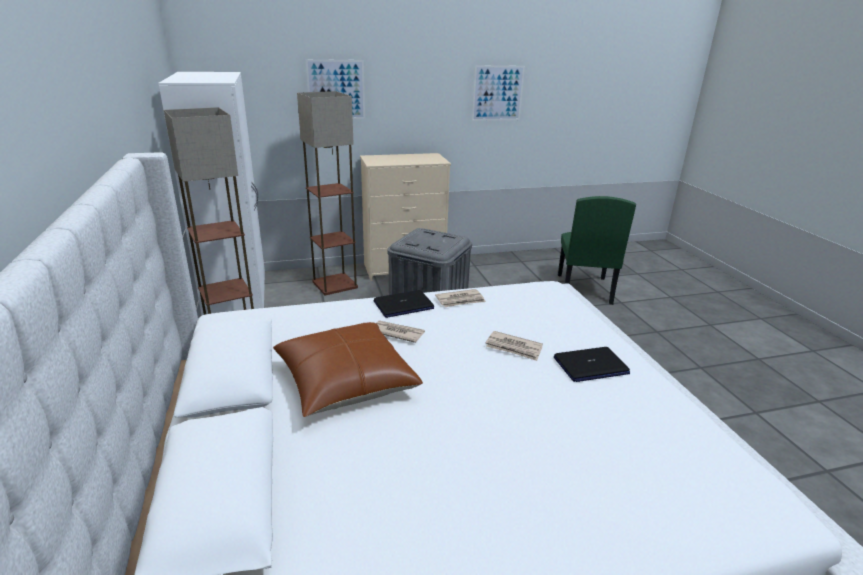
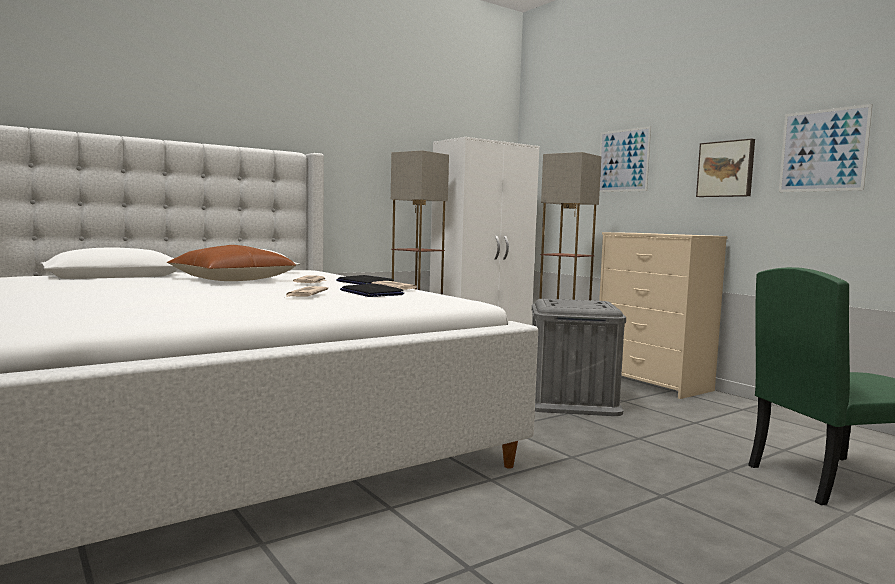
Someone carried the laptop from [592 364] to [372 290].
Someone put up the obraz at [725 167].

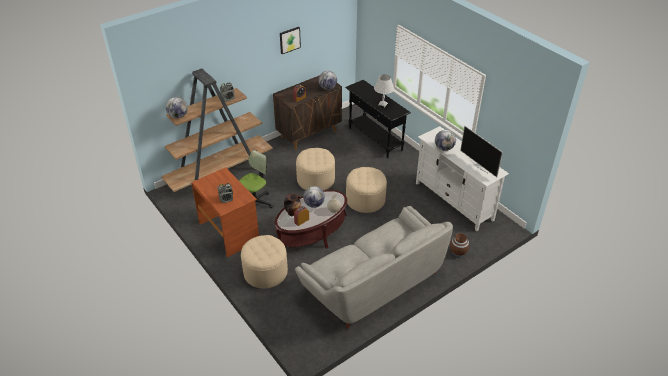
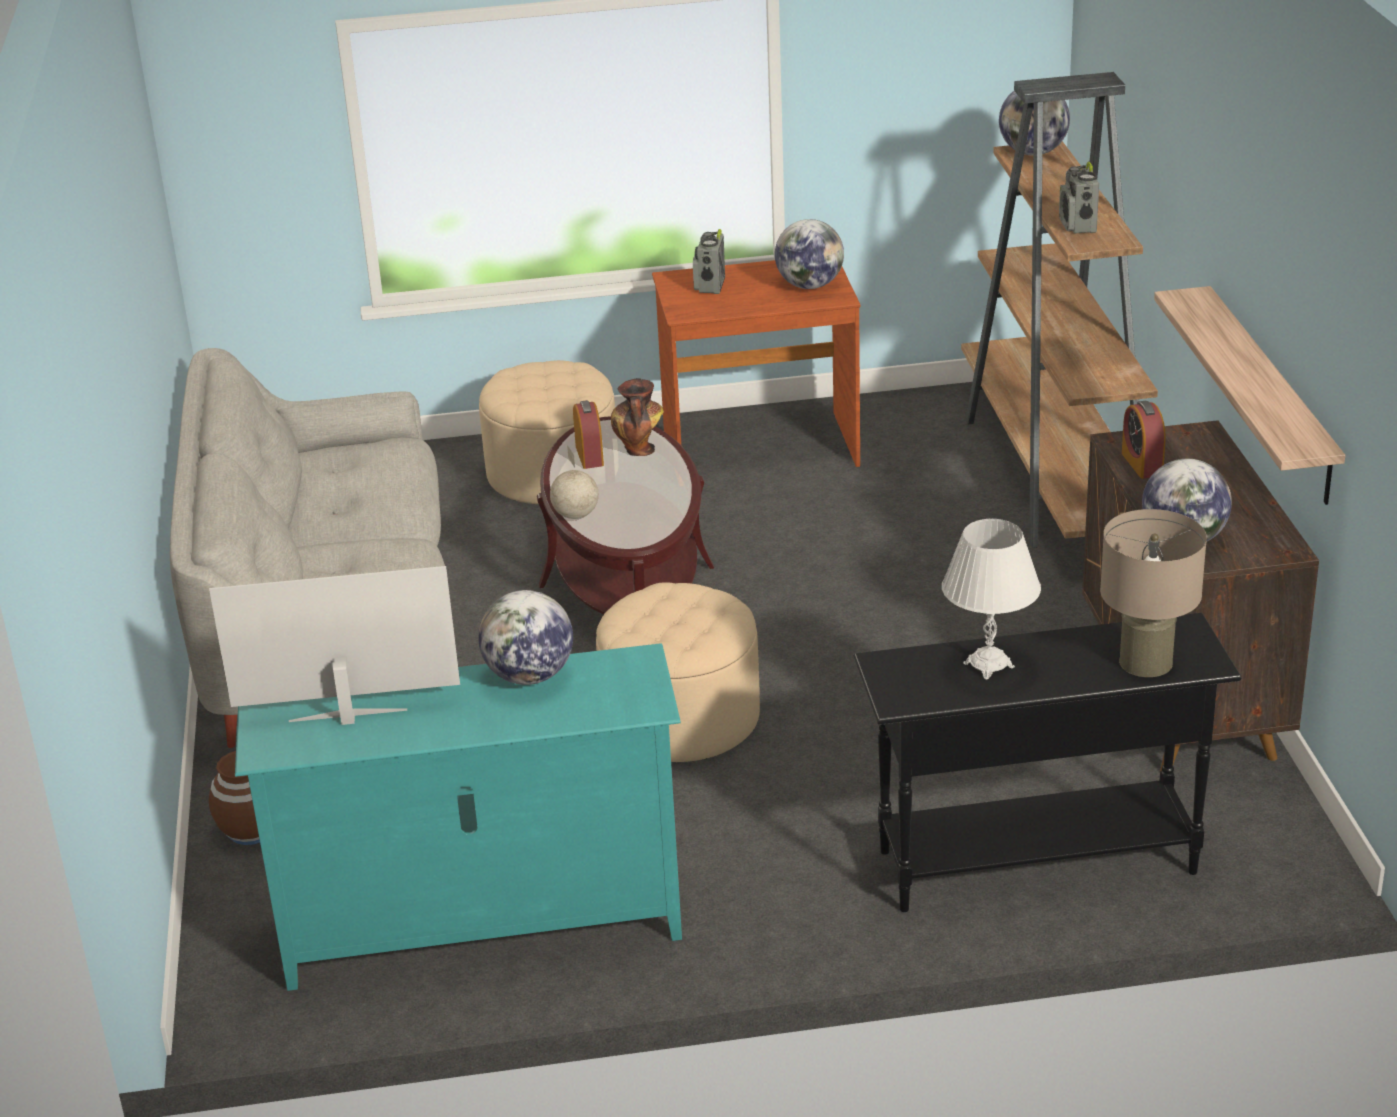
Someone repainted the szafka pod telewizor/biały at [462 178], which became the szafka pod telewizor/turkusowy at [458 817].
Someone carried the globus from [314 197] to [809 254].
Someone put down the lampa stołowa/beżowy at [1153 593].
Someone put up the półka at [1249 395].
Someone took away the krzesło biurowe at [256 179].
Someone took away the obraz at [290 40].
Someone took away the pufa/beżowy at [315 169].

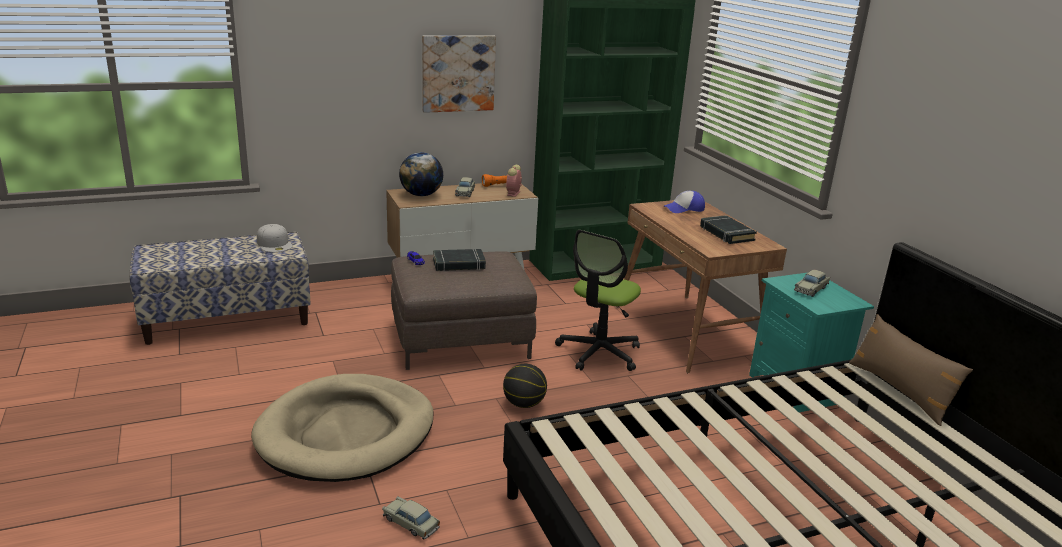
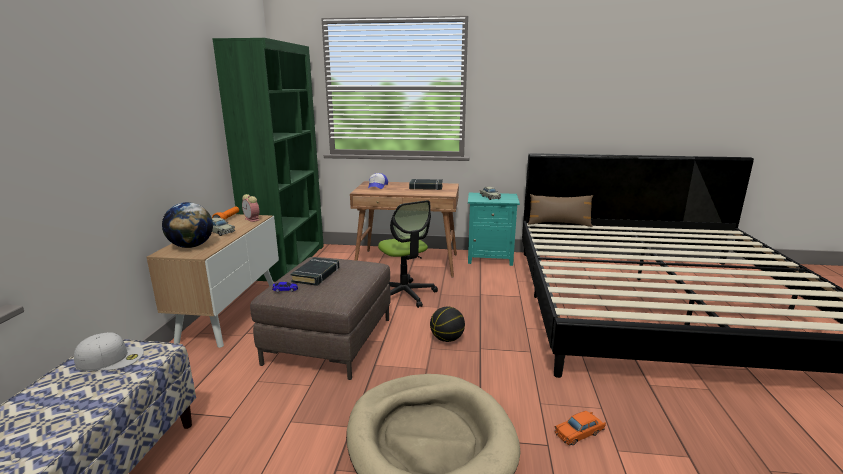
Someone repainted the samochodzik/beżowy at [411 517], which became the samochodzik/pomarańczowy at [580 428].
Someone took away the obraz at [459 74].

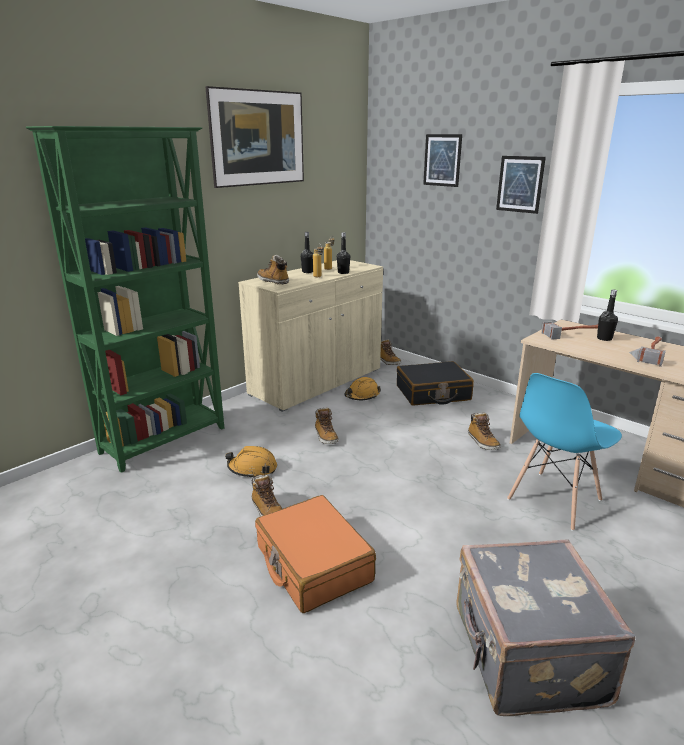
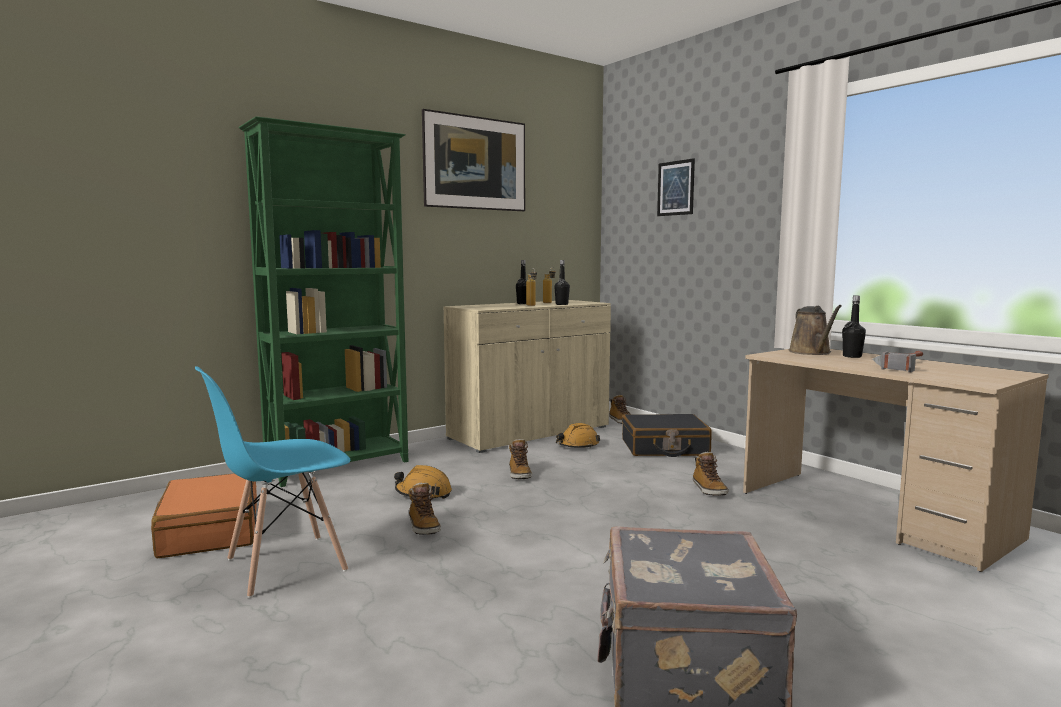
Someone carried the walizka/pomarańczowy from [315 554] to [204 515].
Someone carried the krzesło/niebieski from [564 452] to [273 482].
Someone swapped the młotek at [570 330] for the konewka/brązowy at [815 330].
Someone took away the but z cholewką at [273 269].
Someone took away the obraz at [521 185].

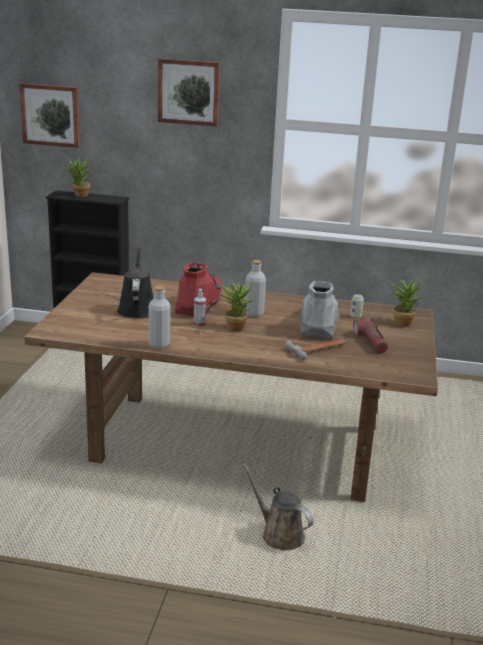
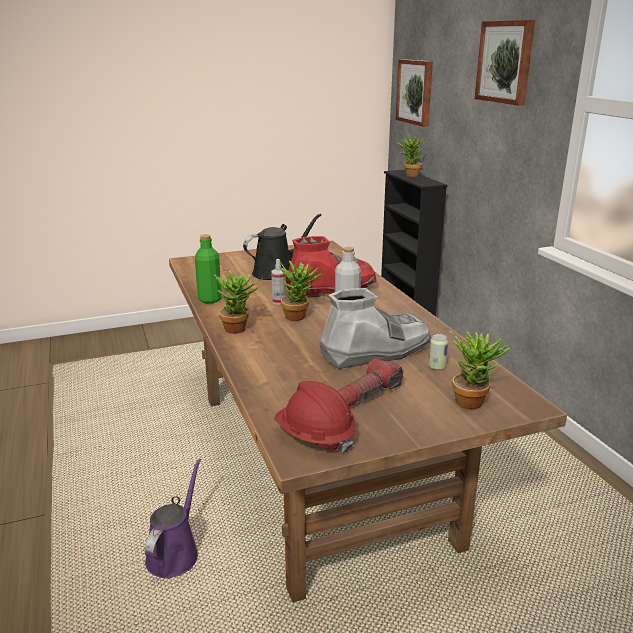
Someone repainted the konewka/brązowy at [278 507], which became the konewka/fioletowy at [173 518].
Someone repainted the butelka/szary at [159 317], which became the butelka/zielony at [208 268].
Someone put down the roślina doniczkowa at [238 301].
Someone put down the kask/czerwony at [315 416].
Someone took away the młotek at [315 349].

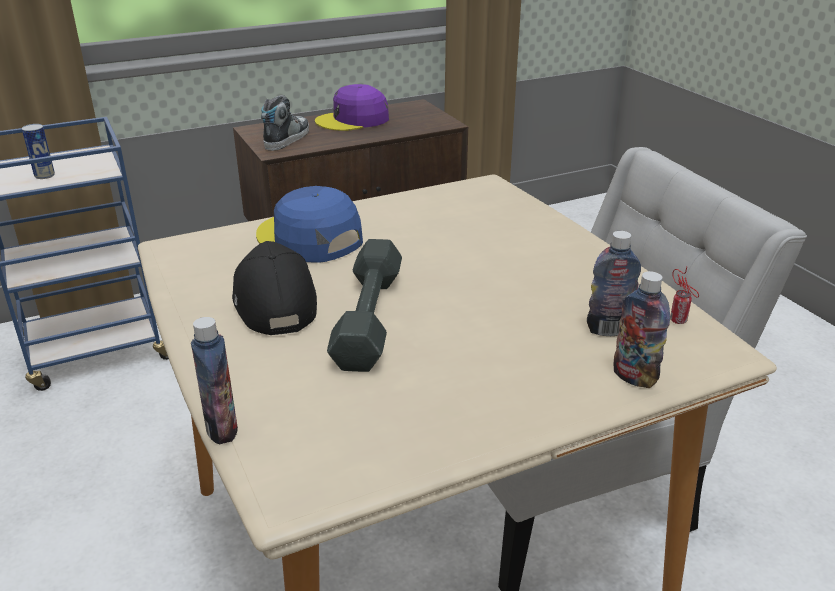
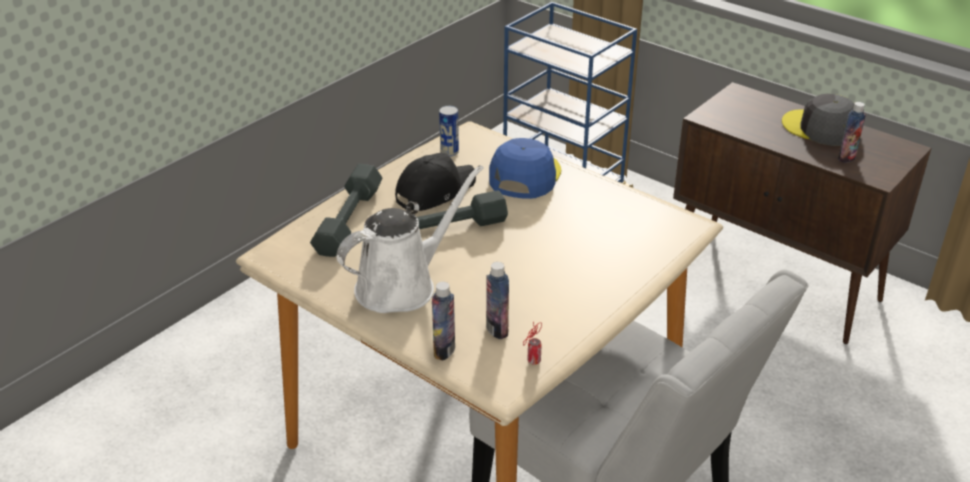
Someone put down the hantel/szary at [346 210].
Someone put down the konewka/biały at [410 239].
Someone carried the puszka from [38 151] to [449 131].
Someone repainted the czapka z daszkiem/fioletowy at [352 107], which became the czapka z daszkiem/szary at [818 120].
Someone carried the butelka from [214 380] to [852 132].
Someone took away the but at [285 123].

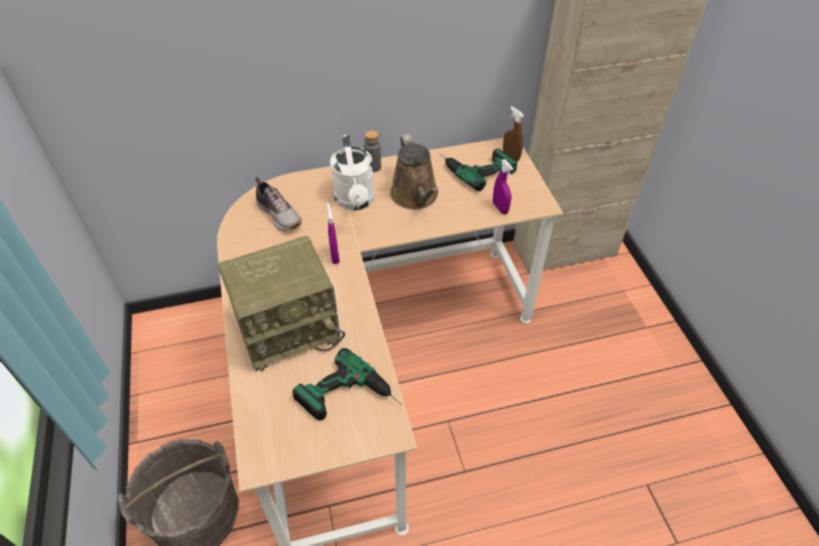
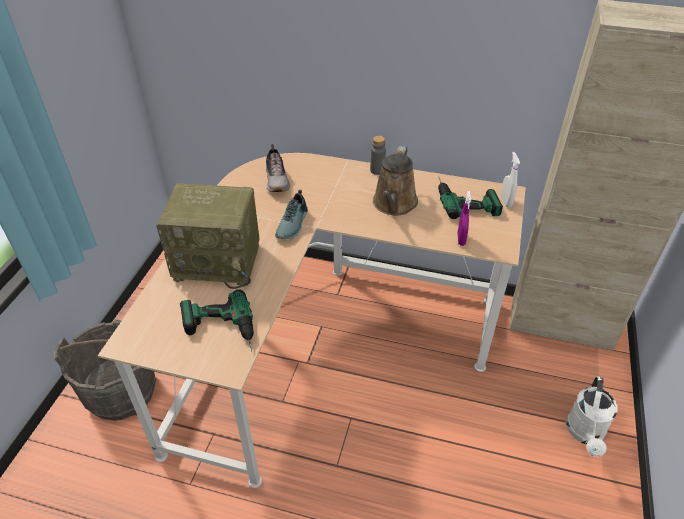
Someone swapped the spryskiwacz/fioletowy at [333 233] for the but at [291 214].
Someone repainted the spryskiwacz/brązowy at [513 133], which became the spryskiwacz/biały at [510 180].
Someone carried the konewka/biały from [352 172] to [592 416].

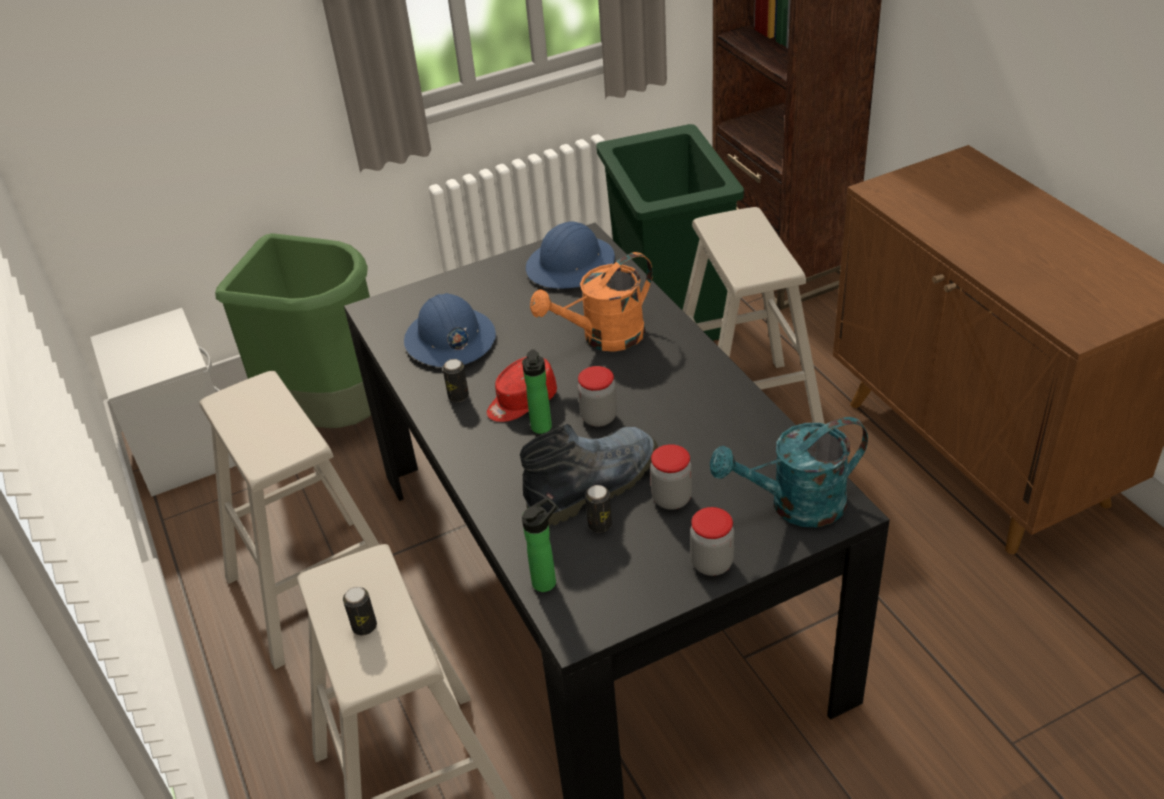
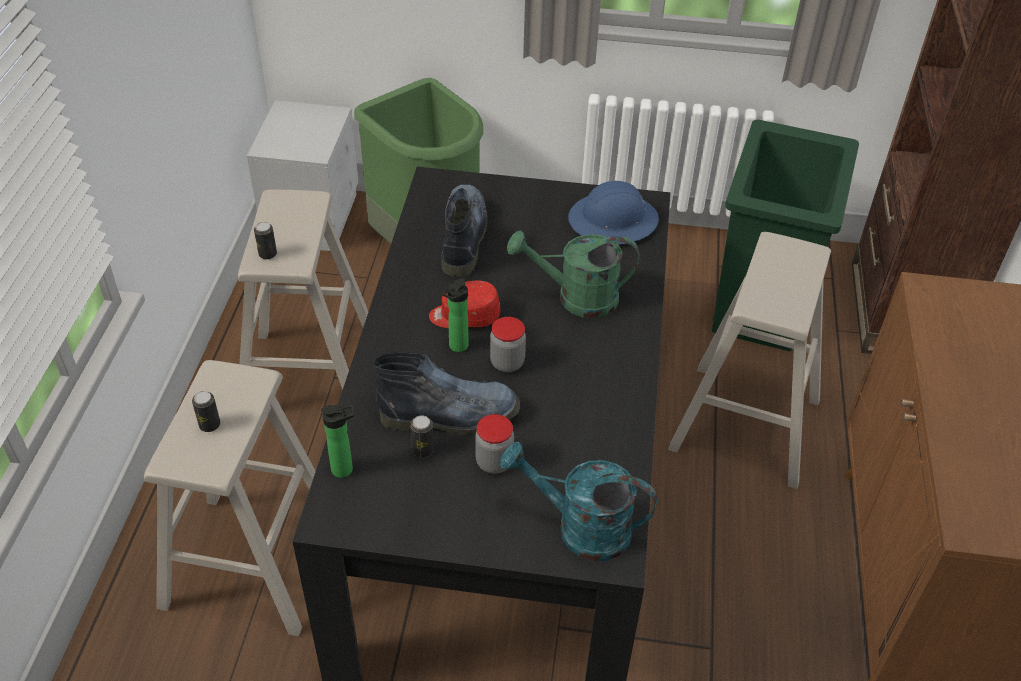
Someone carried the puszka from [456 380] to [265 240].
Someone swapped the kask/niebieski at [450 330] for the but z cholewką at [464 231].
Someone repainted the konewka/pomarańczowy at [591 302], which became the konewka/zielony at [573 274].
Someone took away the słoik at [712 541].

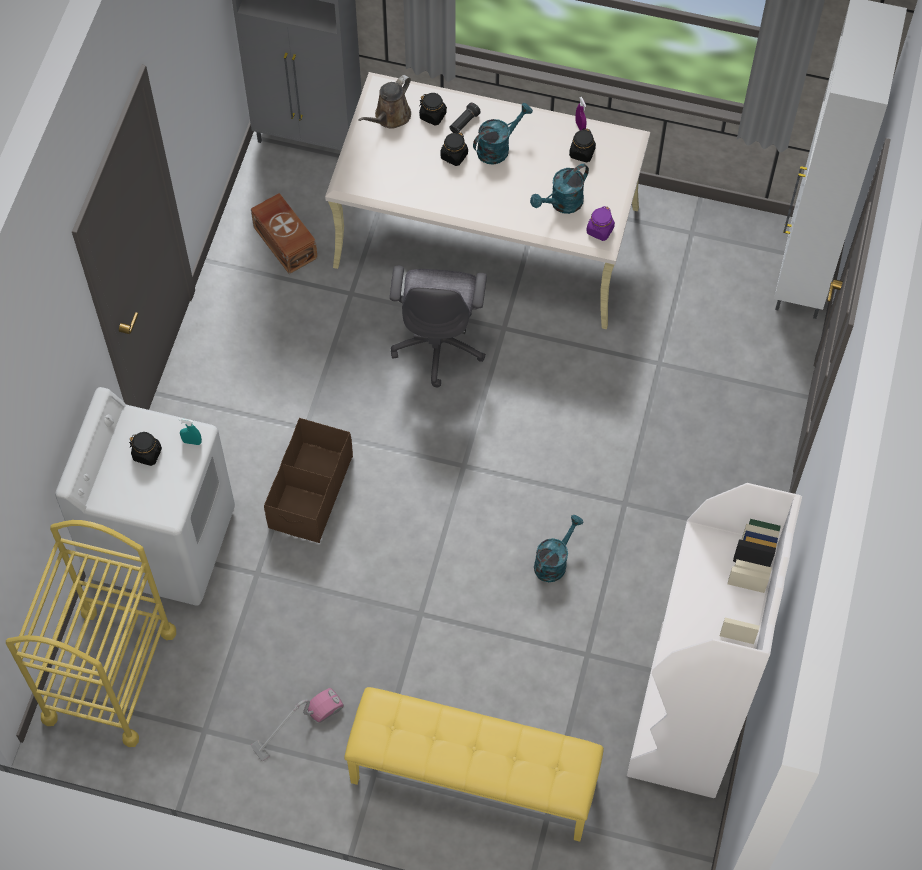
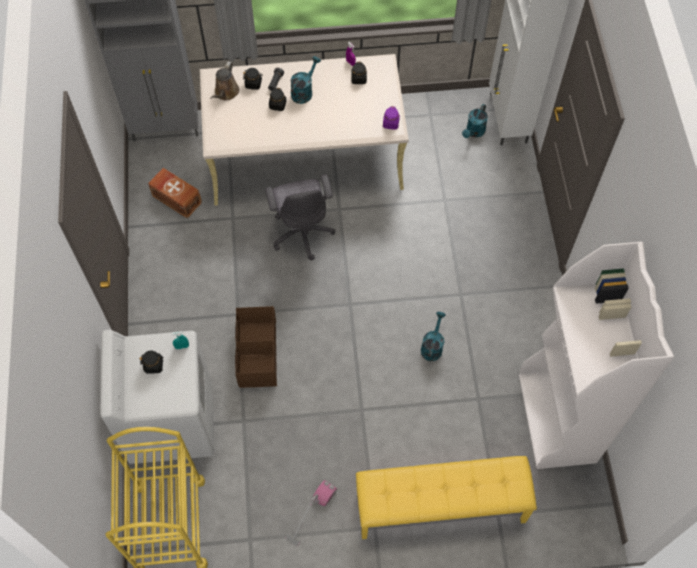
Someone carried the konewka/turkusowy from [559 188] to [475 121].

